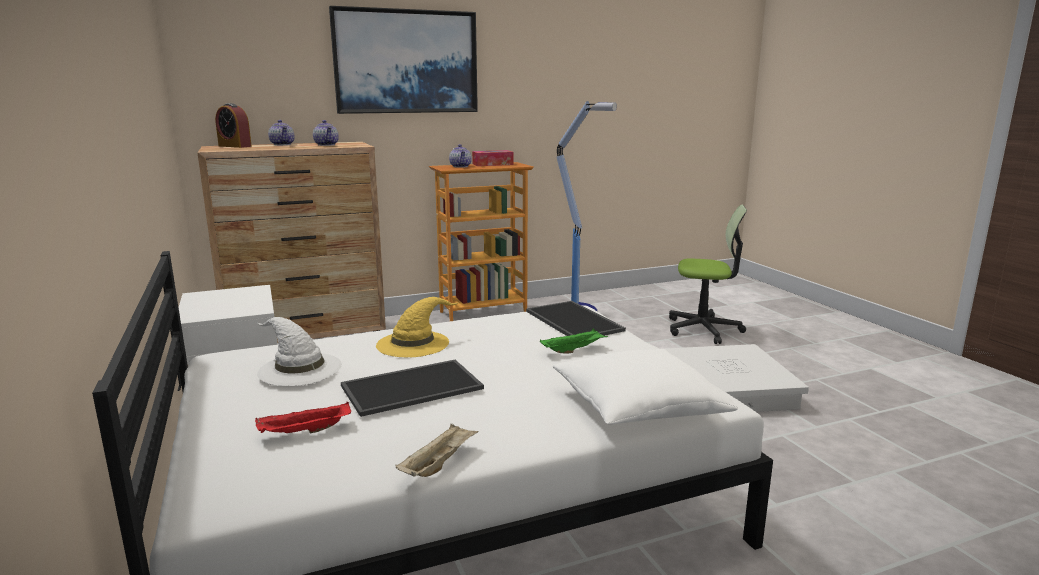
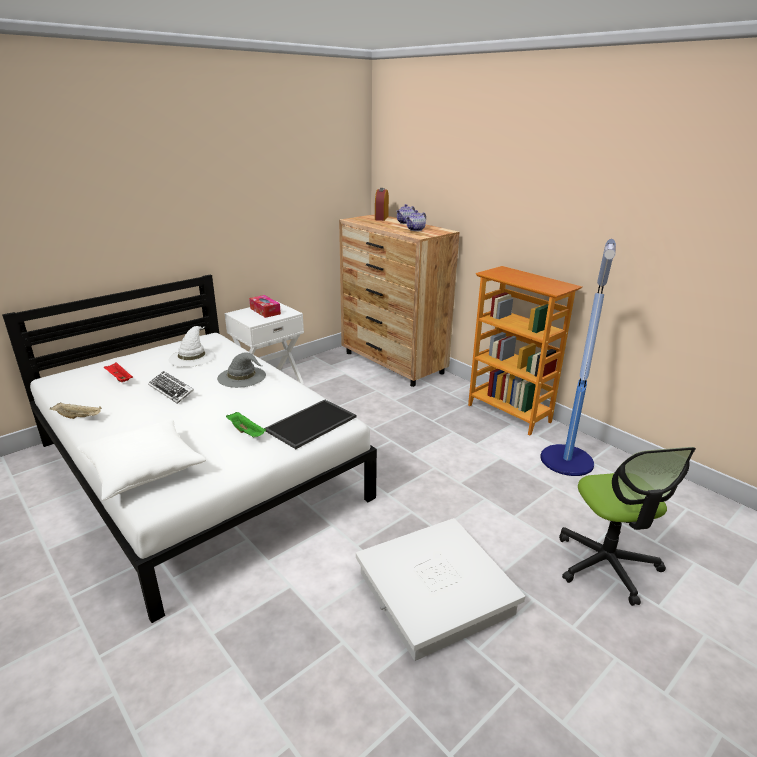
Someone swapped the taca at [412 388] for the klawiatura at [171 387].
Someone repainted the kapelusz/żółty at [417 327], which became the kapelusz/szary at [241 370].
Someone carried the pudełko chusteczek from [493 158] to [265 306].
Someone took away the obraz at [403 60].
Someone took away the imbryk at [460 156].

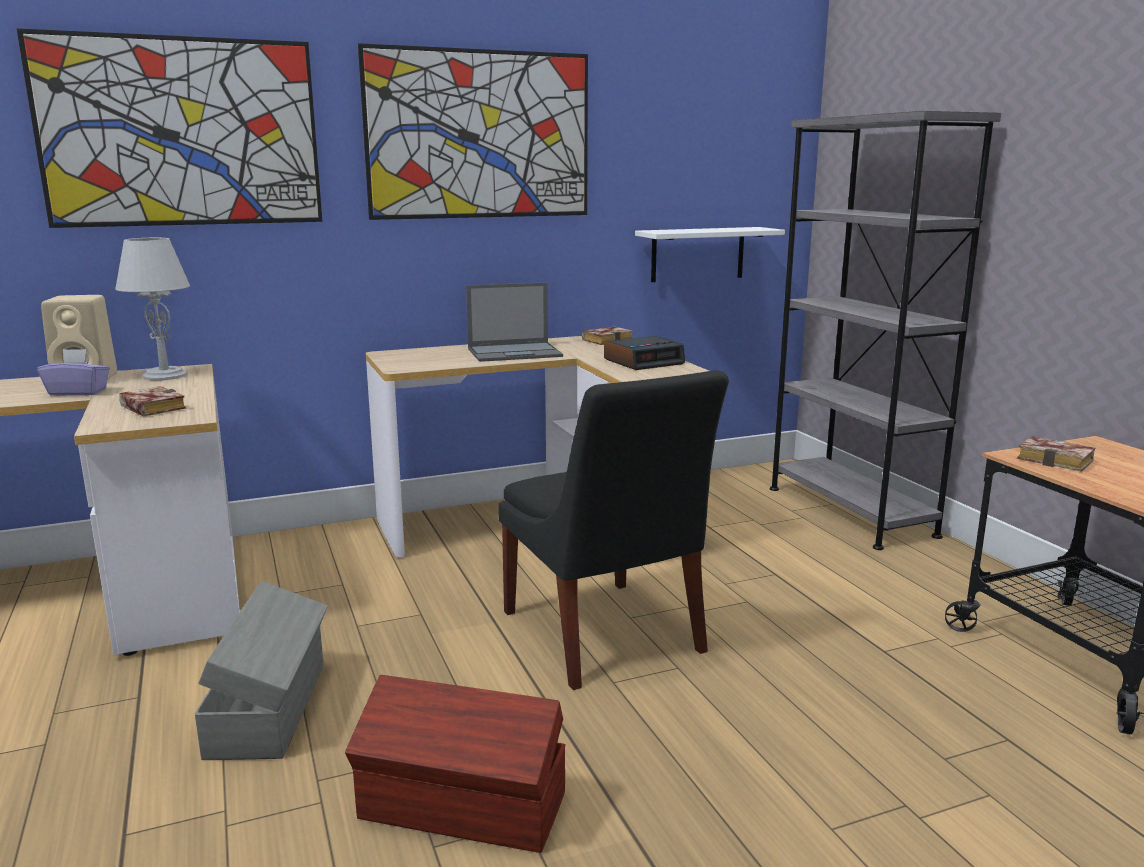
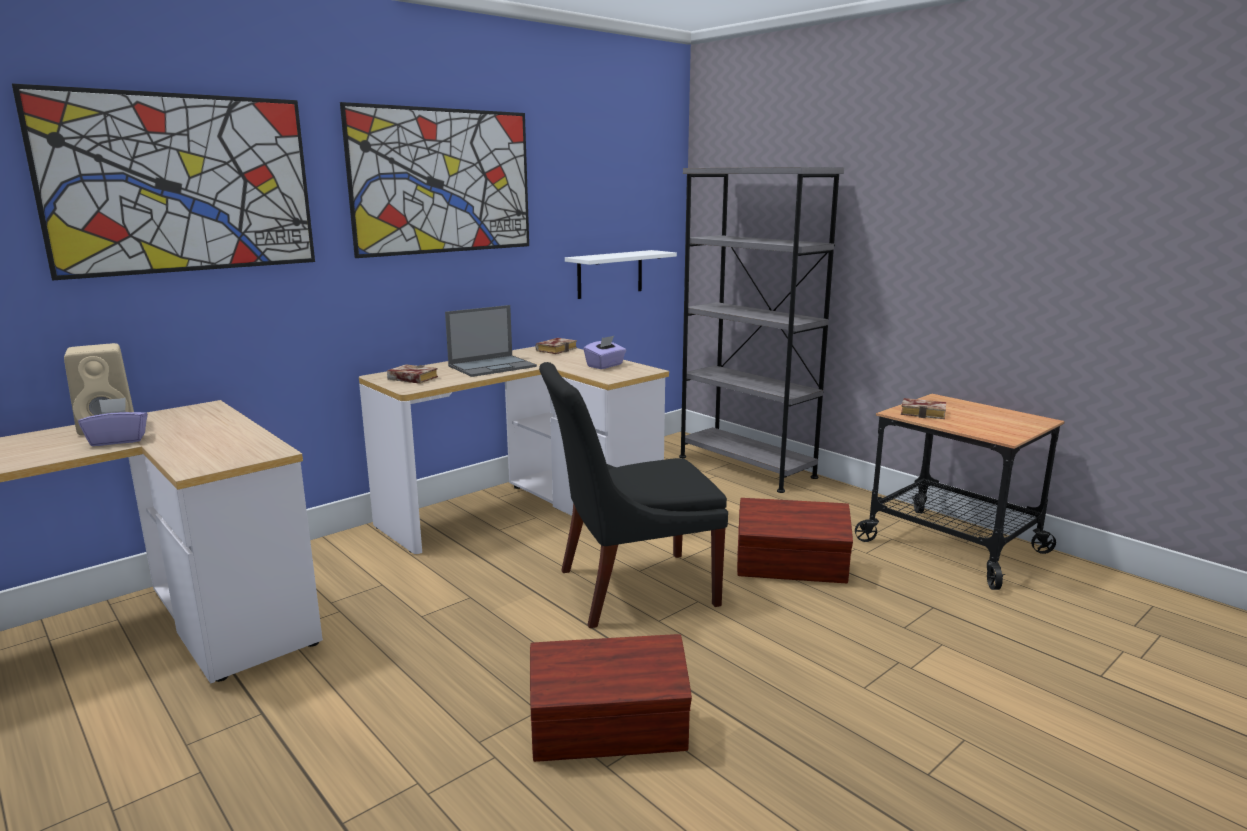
Someone carried the książka from [152 401] to [412 374].
Someone rotated the krzesło/czarny at [613 530] by 120 degrees clockwise.
Someone swapped the budzik at [644 353] for the pudełko chusteczek/fioletowy at [605 352].
Someone put down the pojemnik do przechowywania/brązowy at [795 540].
Someone took away the lampa stołowa/szary at [152 309].
Someone took away the pojemnik do przechowywania/szary at [261 670].

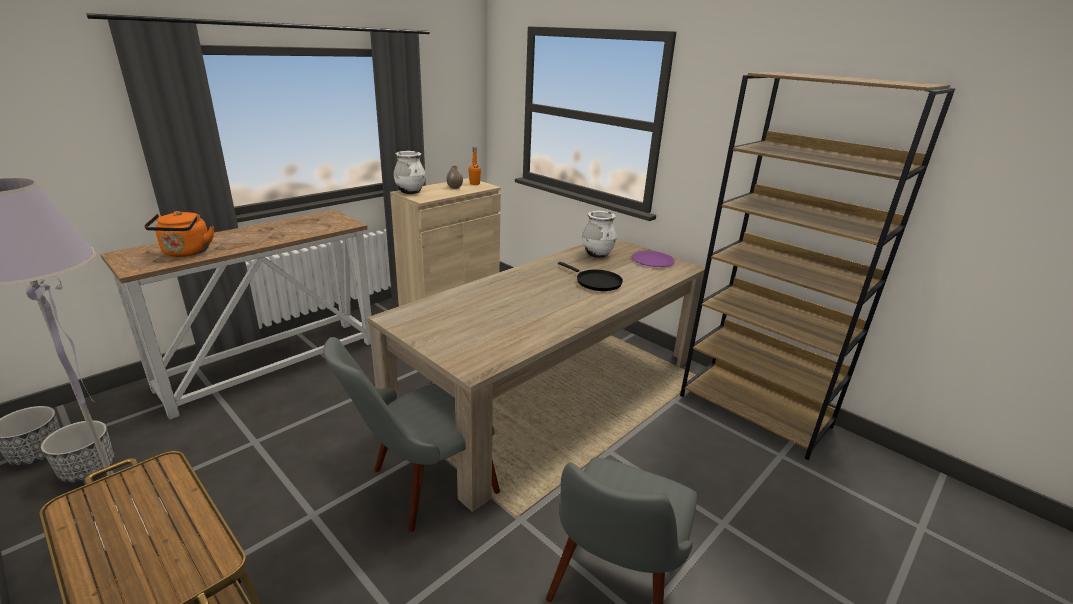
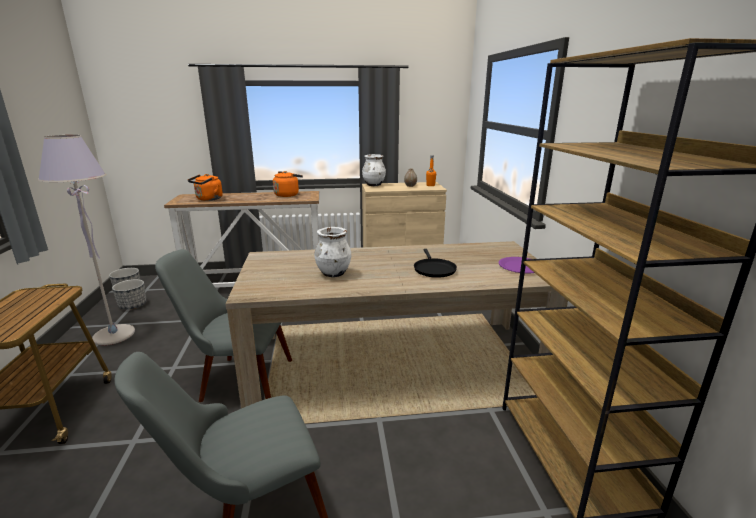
Someone put down the czajnik/pomarańczowy at [288 184].
Someone carried the wazon/biały from [599 234] to [332 252].

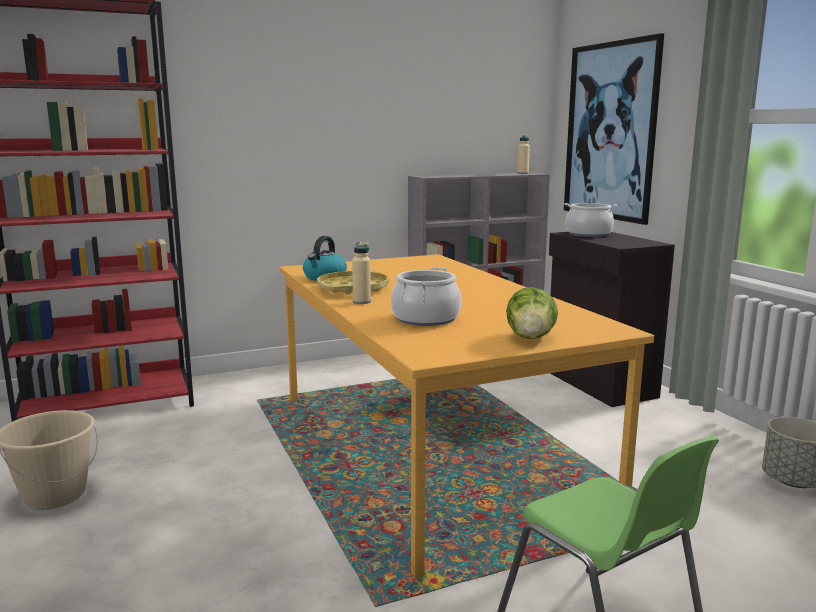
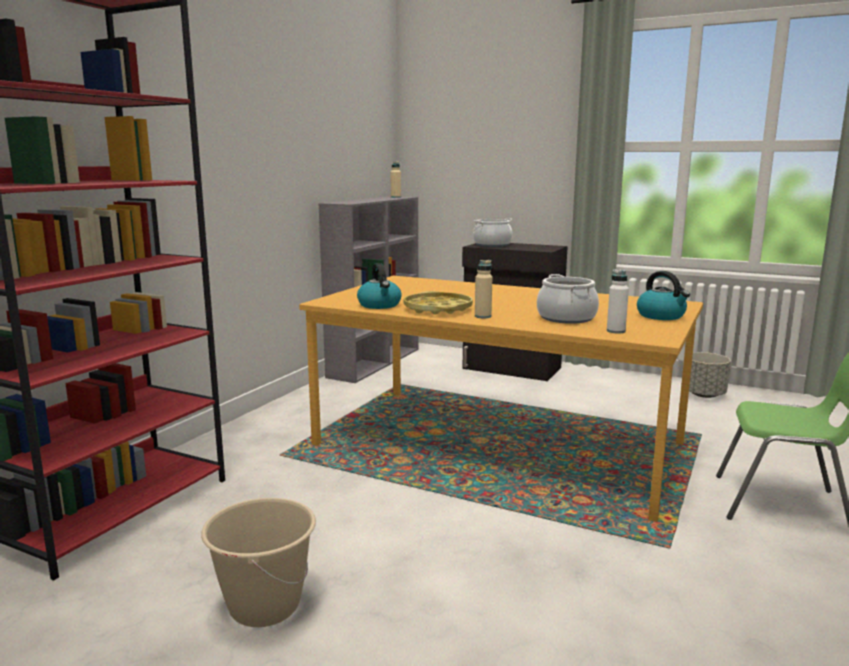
Someone put down the butelka/biały at [618 301].
Someone swapped the sałata at [532 313] for the czajnik at [663 295].
Someone took away the obraz at [614 129].

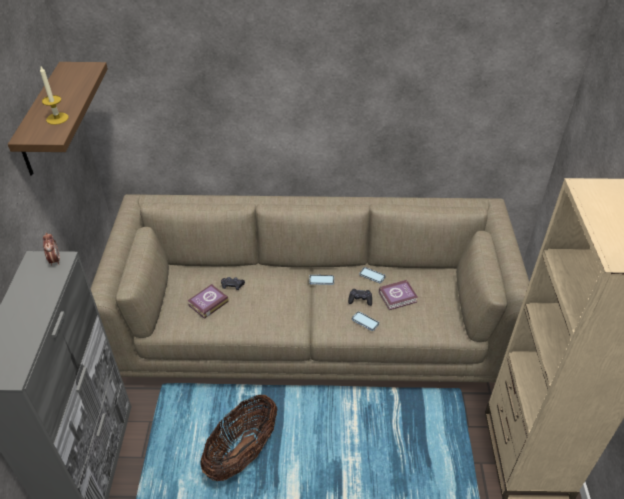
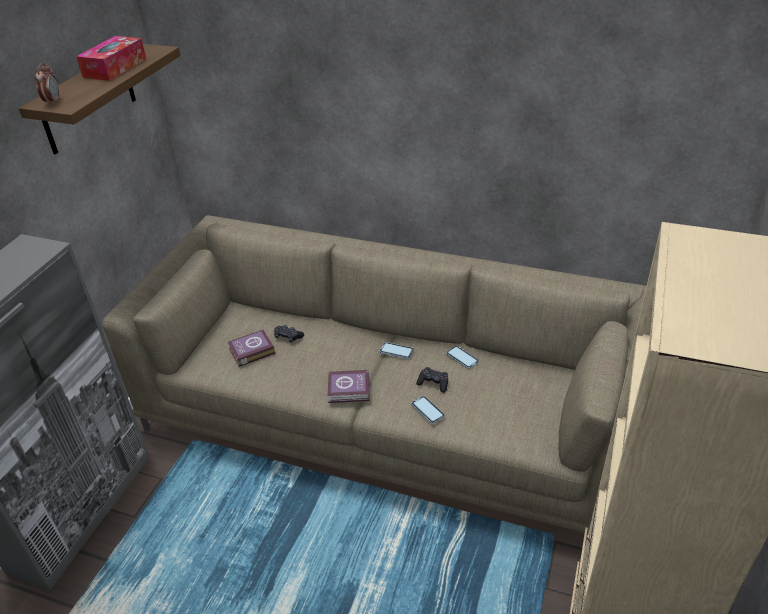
Someone carried the budzik from [51 249] to [47 84].
Someone put down the pudełko chusteczek at [111 58].
Someone carried the książka from [398 295] to [349 386].
Someone took away the świeca at [54 95].
Someone took away the koszyk at [238 438].

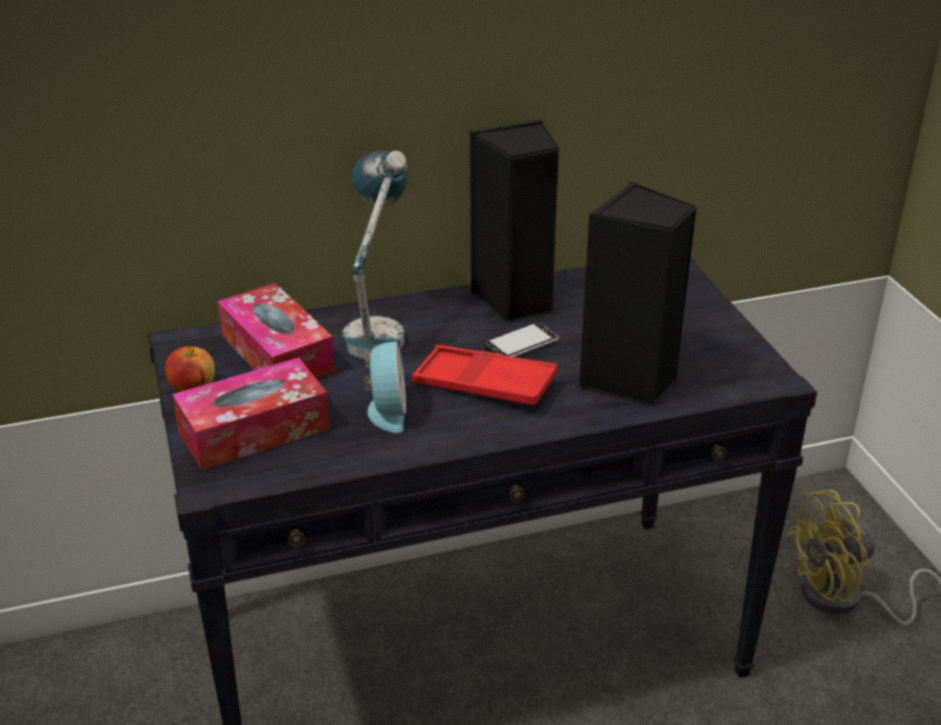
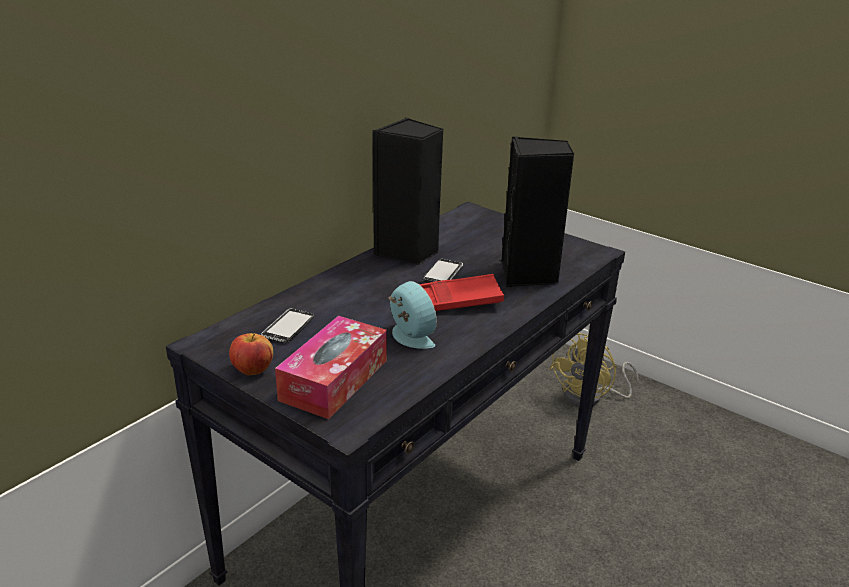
Someone swapped the pudełko chusteczek at [276 331] for the telefon at [288 325].
Someone took away the lampa stołowa at [375 255].

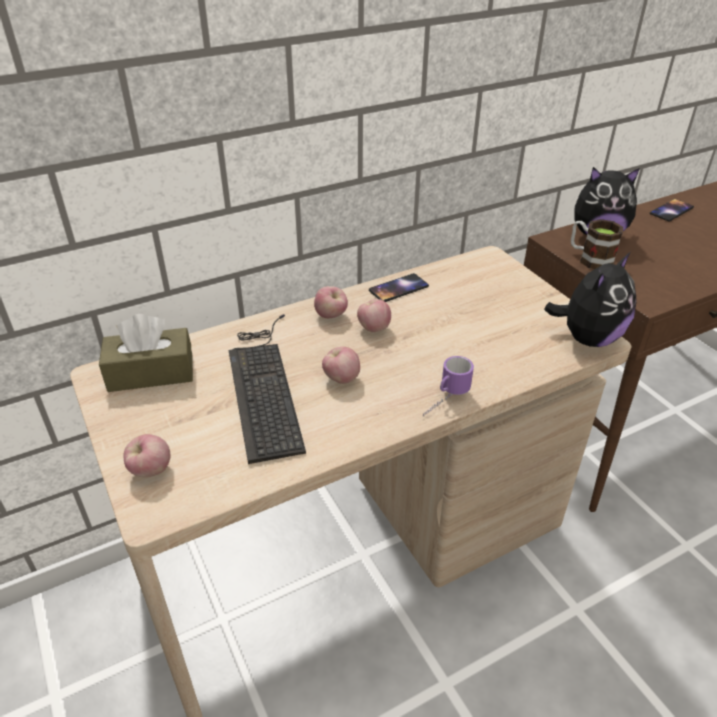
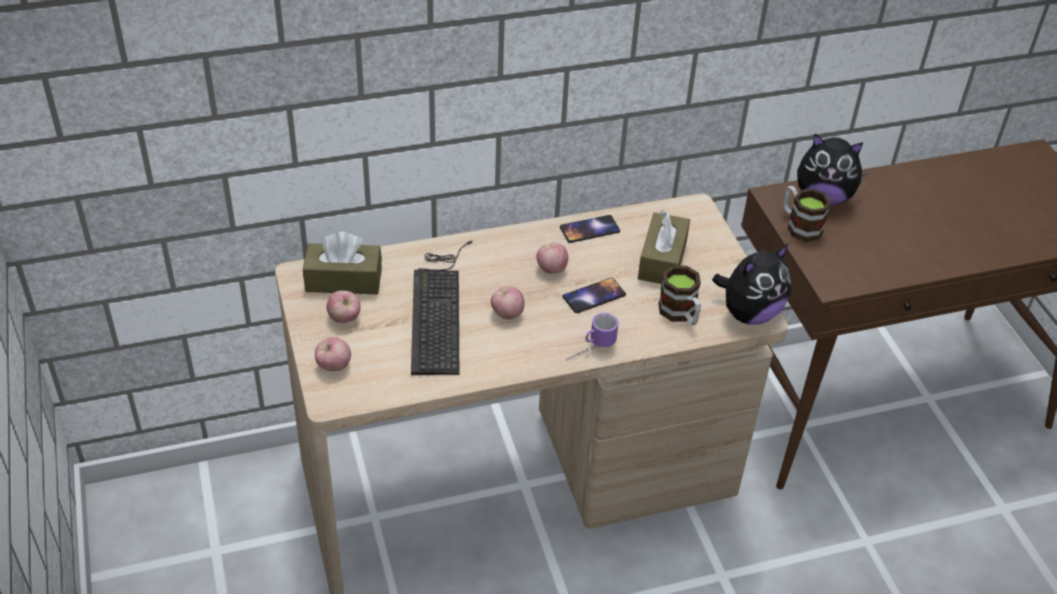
Someone carried the jabłko from [331 302] to [343 307].
Someone carried the telefon from [672 210] to [594 295].
Someone put down the pudełko chusteczek/brązowy at [664 247].
Someone put down the kubek at [679 295].

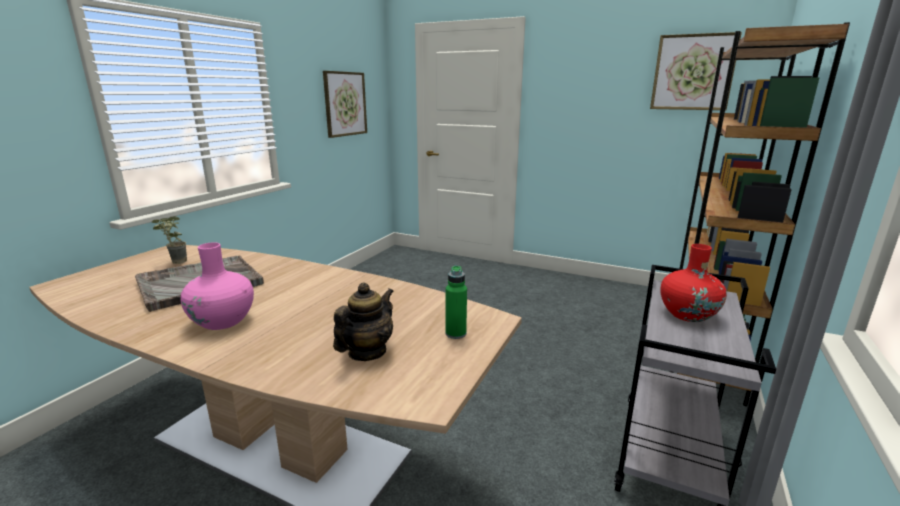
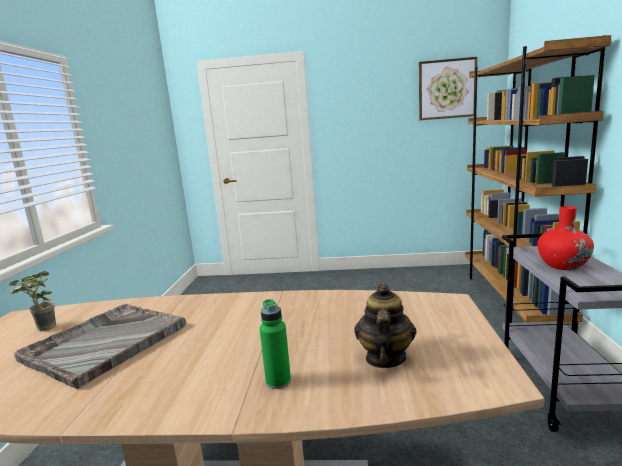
Someone carried the butelka/zielony from [456 302] to [275 344].
Someone took away the wazon/różowy at [217 286].
Someone took away the obraz at [345 104].

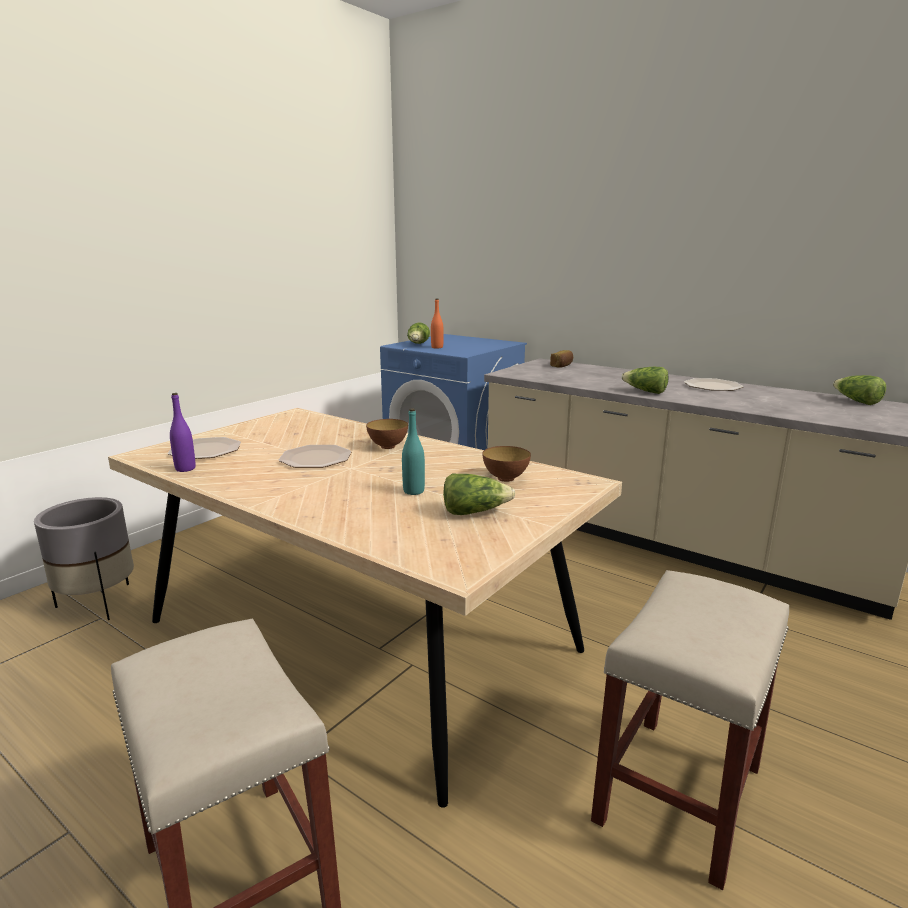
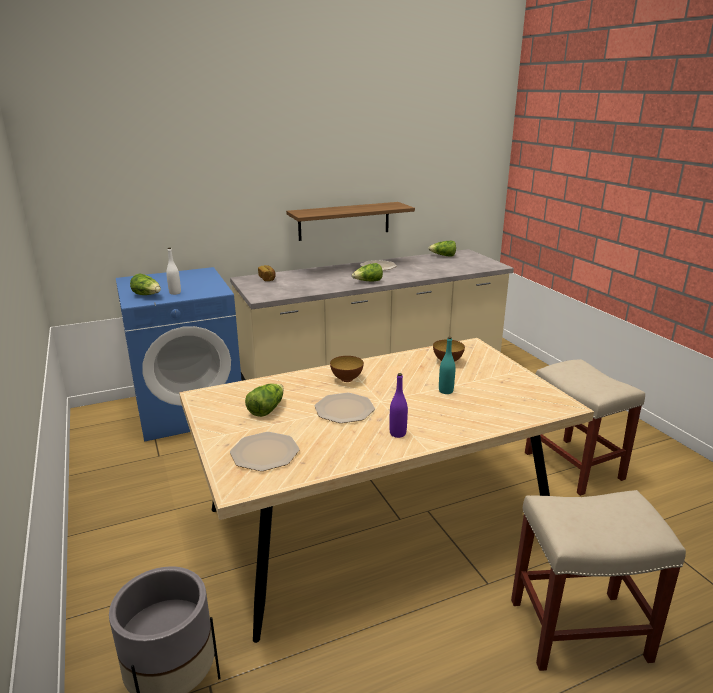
Someone repainted the butelka/pomarańczowy at [437 323], which became the butelka/biały at [173 271].
Someone carried the sałata from [479 494] to [264 400].
Someone put up the półka at [350 221].
Someone carried the butelka/fioletowy from [183 432] to [398 405].

